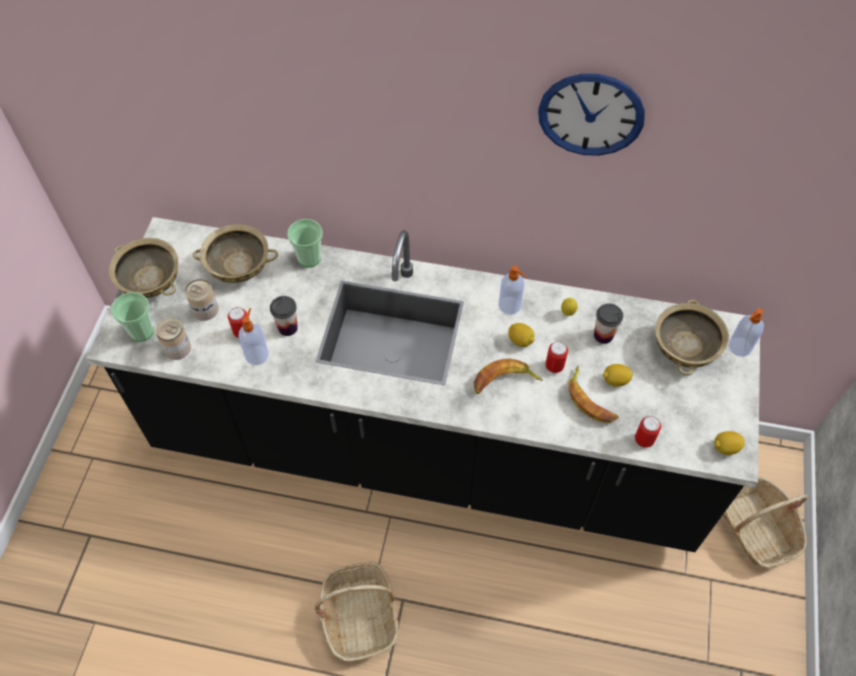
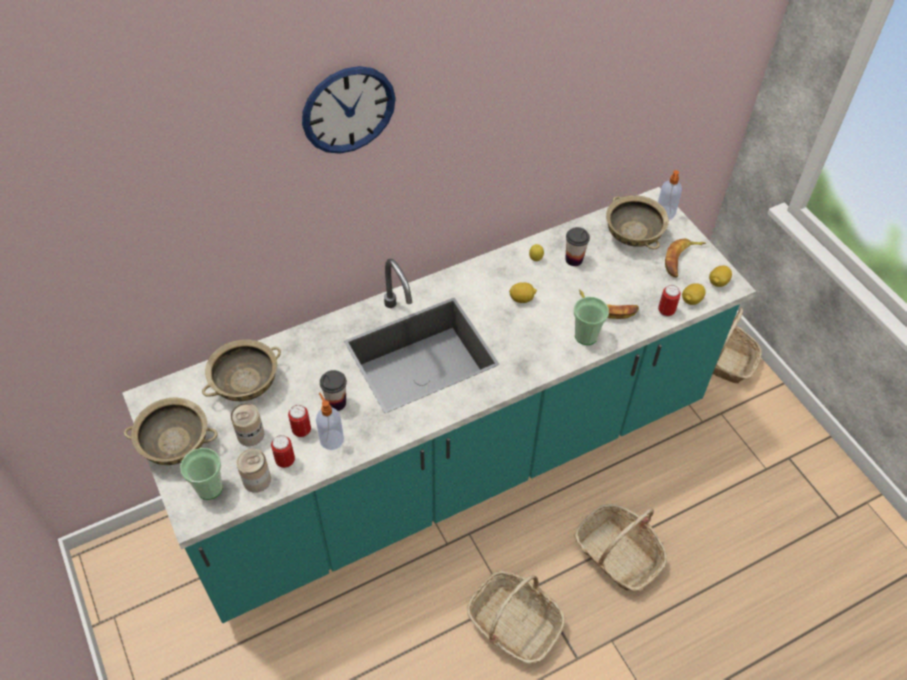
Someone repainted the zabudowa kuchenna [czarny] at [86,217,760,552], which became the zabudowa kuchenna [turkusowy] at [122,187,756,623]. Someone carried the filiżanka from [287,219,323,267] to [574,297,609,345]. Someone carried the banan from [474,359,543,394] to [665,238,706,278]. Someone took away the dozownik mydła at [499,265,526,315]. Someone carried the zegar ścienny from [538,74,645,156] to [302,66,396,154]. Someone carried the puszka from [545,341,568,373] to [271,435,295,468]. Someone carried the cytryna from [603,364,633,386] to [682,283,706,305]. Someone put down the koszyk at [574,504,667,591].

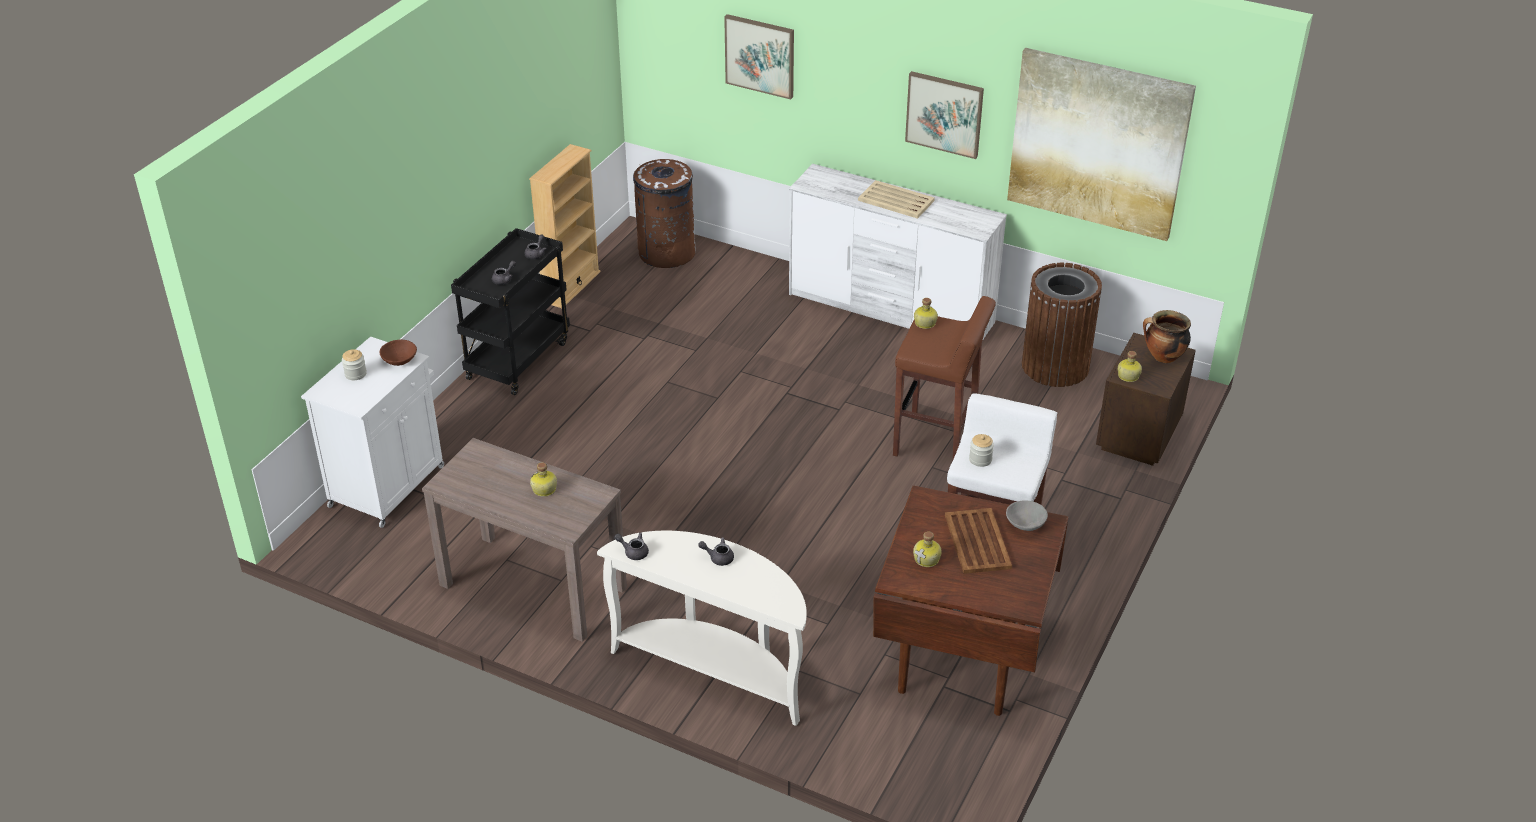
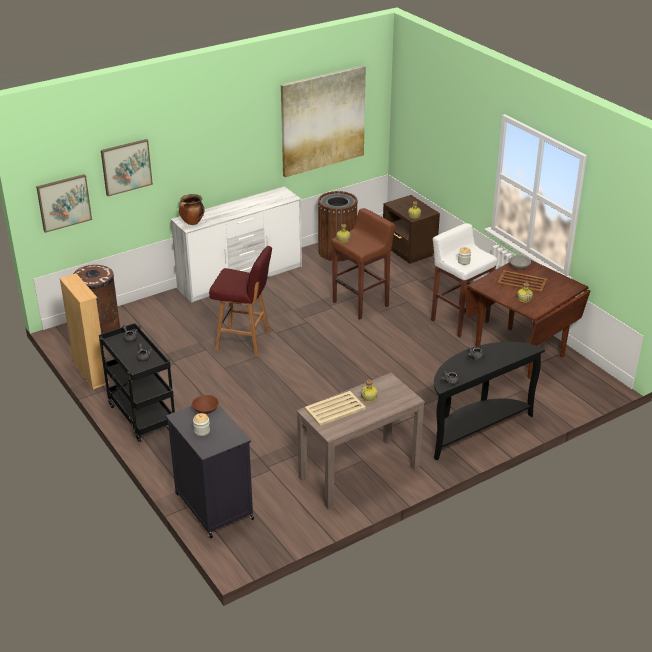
Someone repainted the szafka [biały] at [301,336,444,528], which became the szafka [czarny] at [166,405,254,538]. Someone repainted the stolik konsolowy [biały] at [597,531,807,726], which became the stolik konsolowy [czarny] at [434,342,545,460]. Someone carried the taca [beżowy] from [858,180,935,219] to [305,391,366,426]. Someone carried the obraz from [905,71,984,159] to [36,174,92,233]. Someone carried the garnek from [1143,310,1191,363] to [179,194,204,225]. Someone put down the stołek [czerwony] at [209,246,272,356].

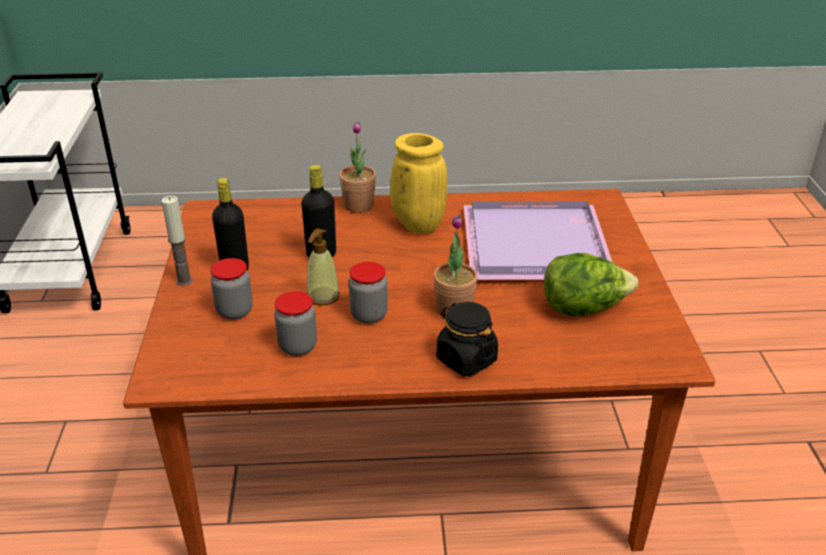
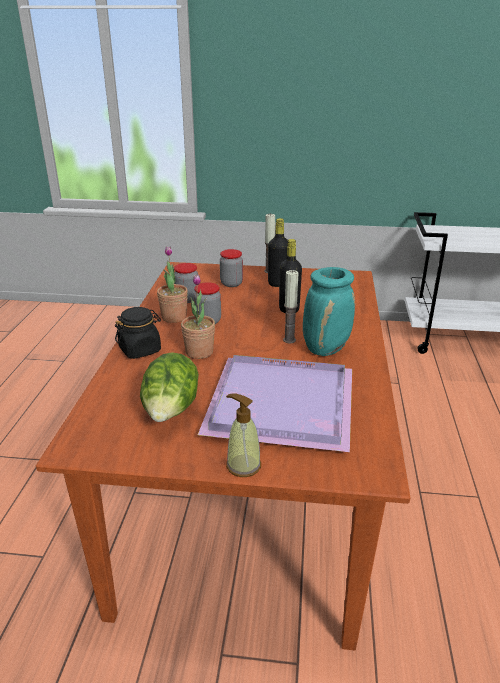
Someone carried the dozownik mydła from [307,228,340,306] to [226,394,261,477]. Someone carried the roślina doniczkowa from [339,122,376,213] to [157,246,188,323]. Someone repainted the wazon [żółty] at [390,133,447,234], which became the wazon [turkusowy] at [303,267,355,356]. Someone put down the świeca at [283,270,299,343].

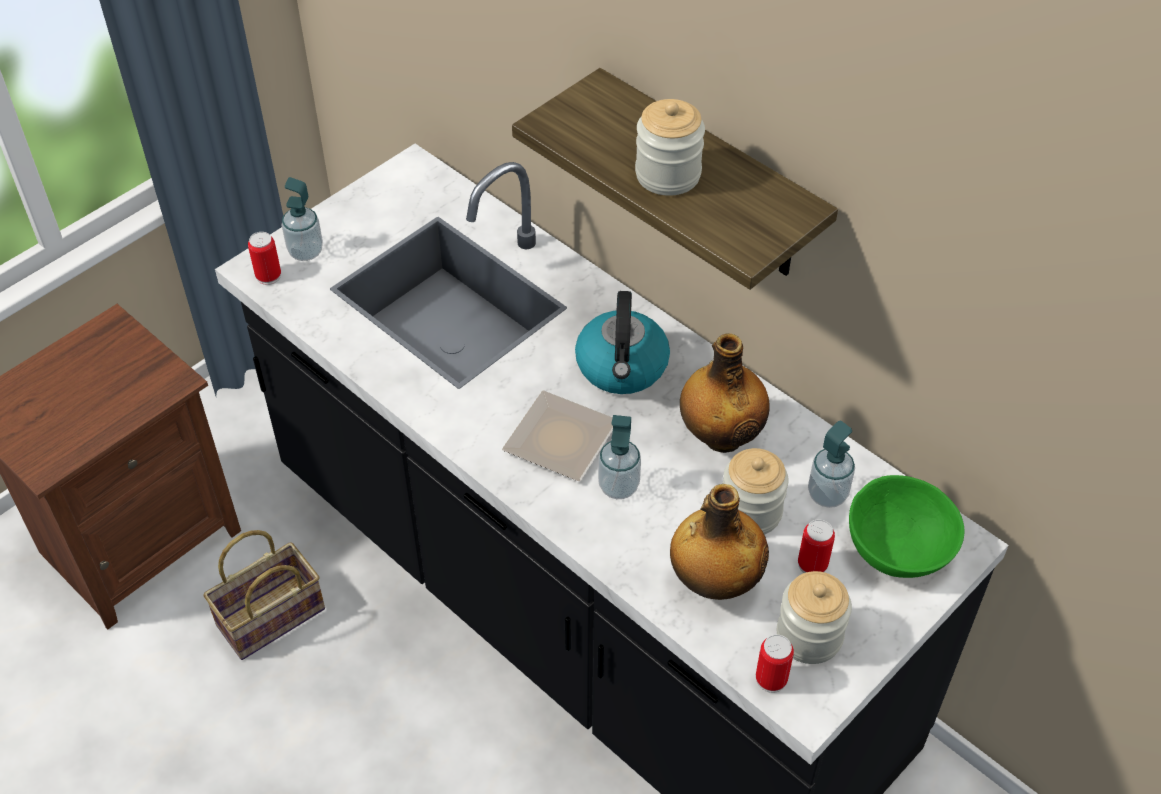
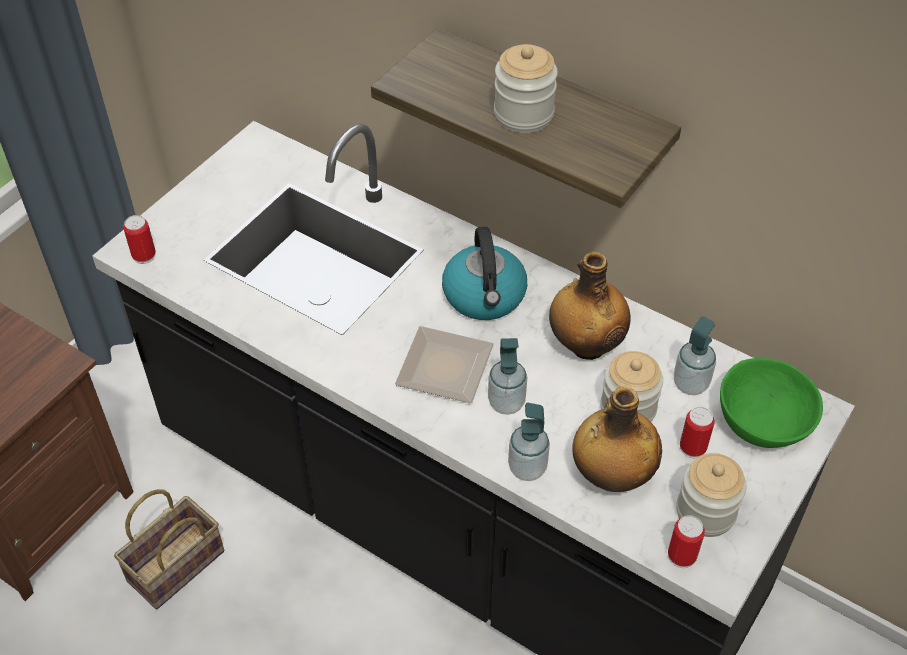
Someone carried the dozownik mydła from [282,177,323,261] to [508,403,550,481].

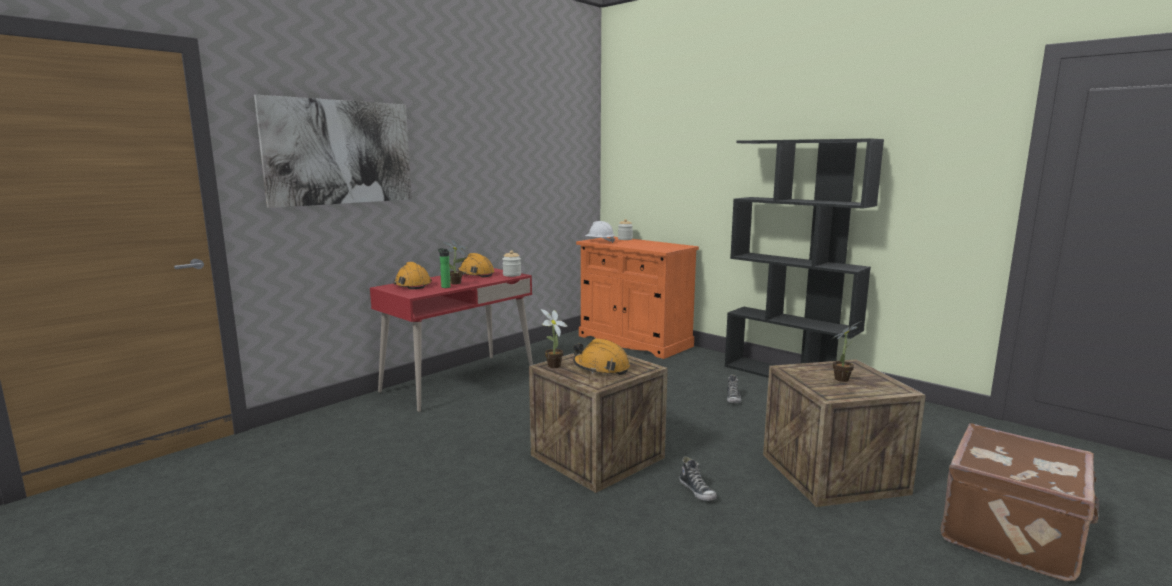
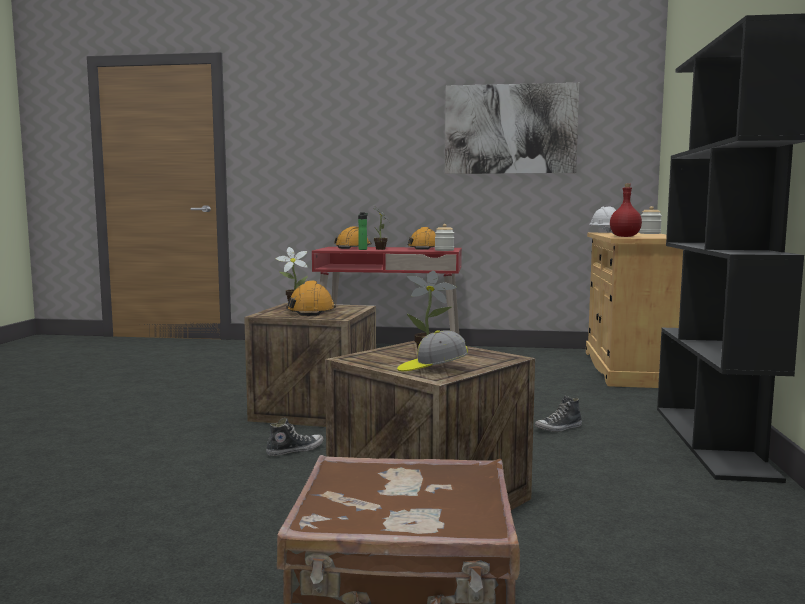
Someone carried the obraz from [254,95,412,208] to [445,83,579,174]. Someone repainted the szafka [pomarańczowy] at [576,237,699,359], which became the szafka [beżowy] at [586,233,683,388]. Someone rotated the but at [679,456,717,501] by 150 degrees counterclockwise. Someone put down the czapka z daszkiem at [397,330,468,371]. Someone put down the butelka [czerwony] at [610,184,642,237].

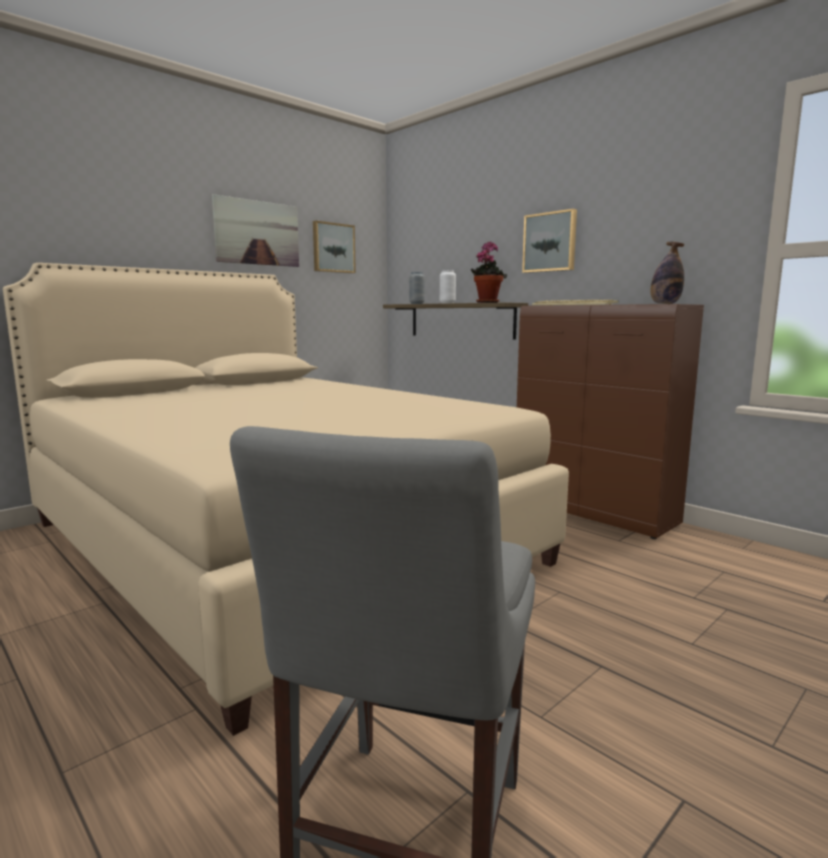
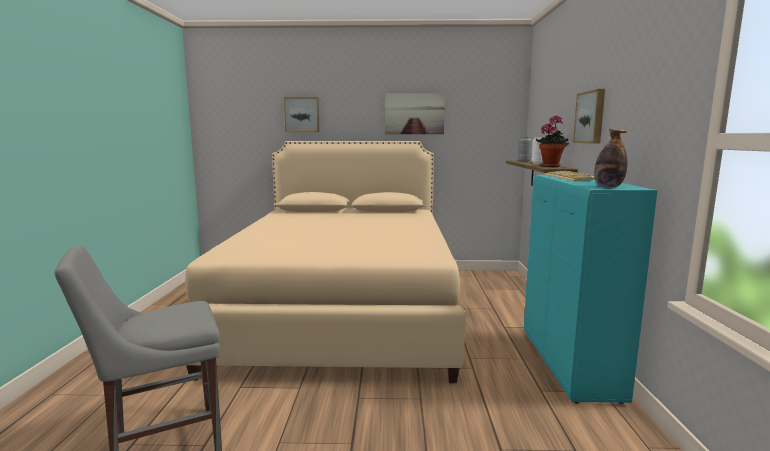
Someone carried the obraz from [313,221,356,273] to [284,97,319,132]. Someone repainted the szafka [brązowy] at [517,304,704,539], which became the szafka [turkusowy] at [524,175,658,404].

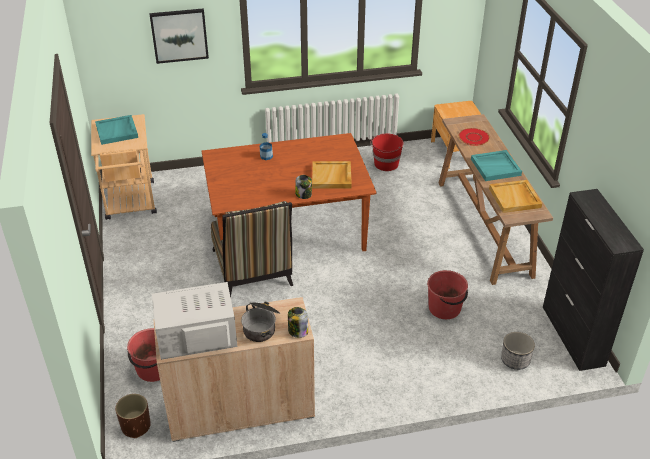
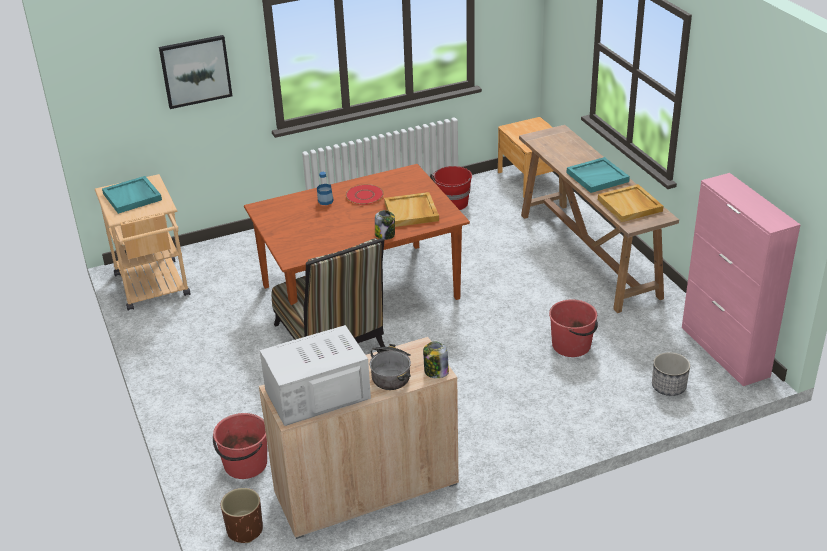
Someone carried the talerz [czerwony] from [458,128,490,146] to [345,184,384,205]. Someone repainted the szafka [czarny] at [543,189,644,371], which became the szafka [różowy] at [682,173,801,386].

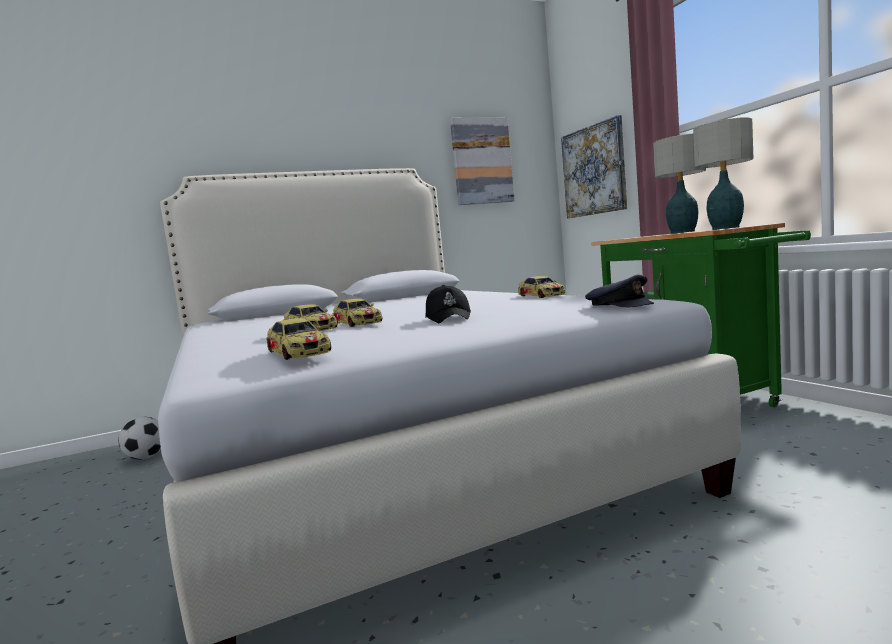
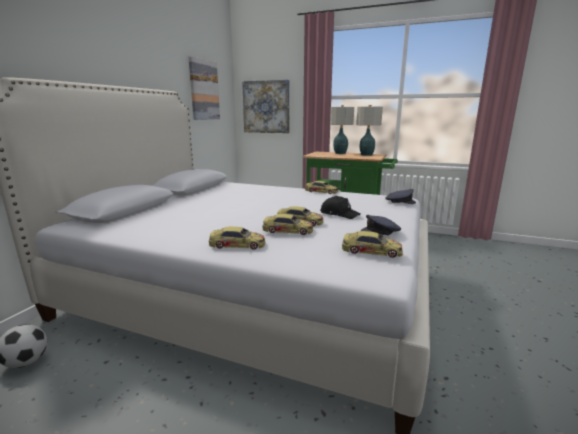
Someone put down the samochodzik at [209,227,266,250]. Someone put down the czapka z daszkiem [szary] at [361,215,401,235].

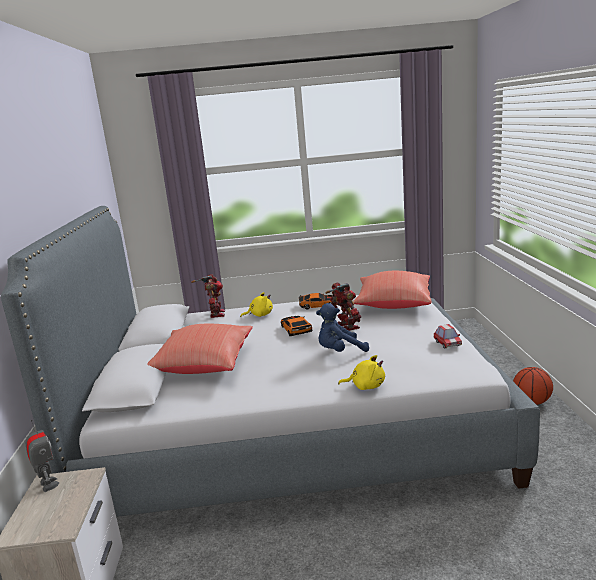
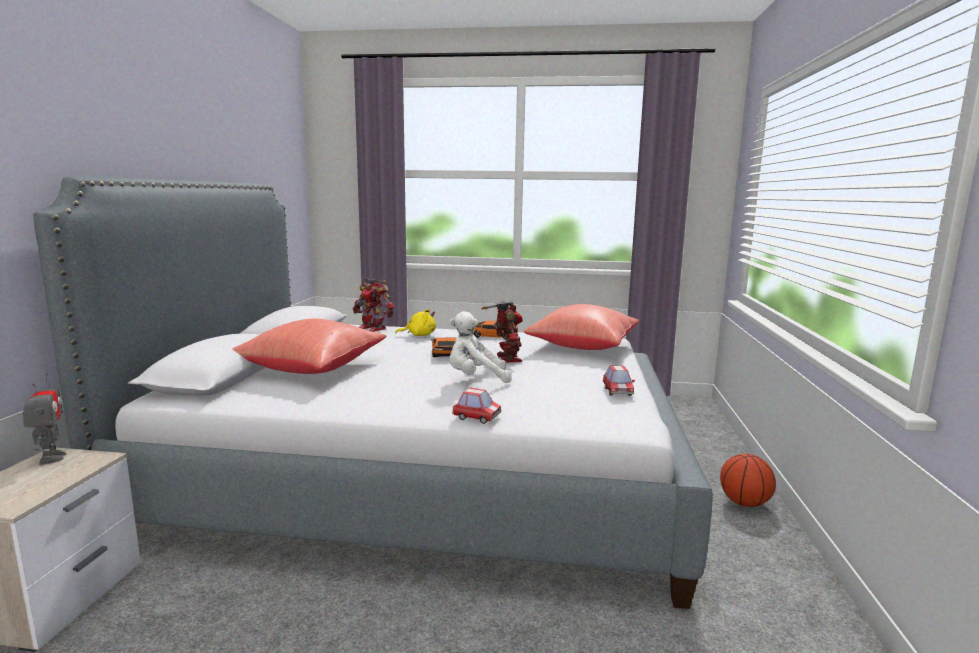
Someone rotated the robot zabawkowy at [191,274,225,318] by 120 degrees clockwise. Someone repainted the pluszak [niebieski] at [316,303,369,352], which became the pluszak [biały] at [449,311,512,383]. Someone swapped the pluszak [żółty] at [338,355,385,390] for the samochodzik at [452,388,501,424].

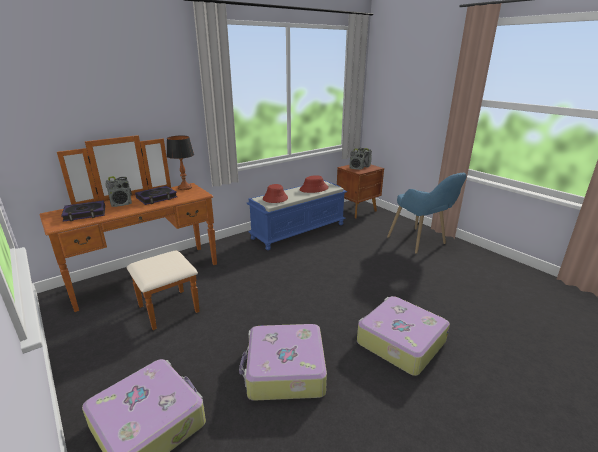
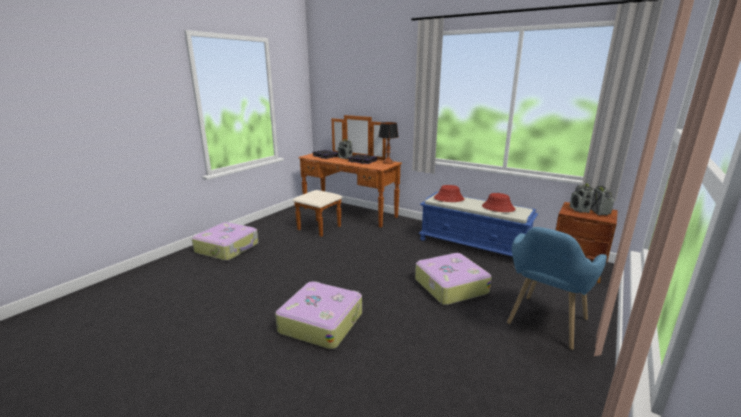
Someone carried the walizka from [239,324,327,401] to [415,253,492,305].

